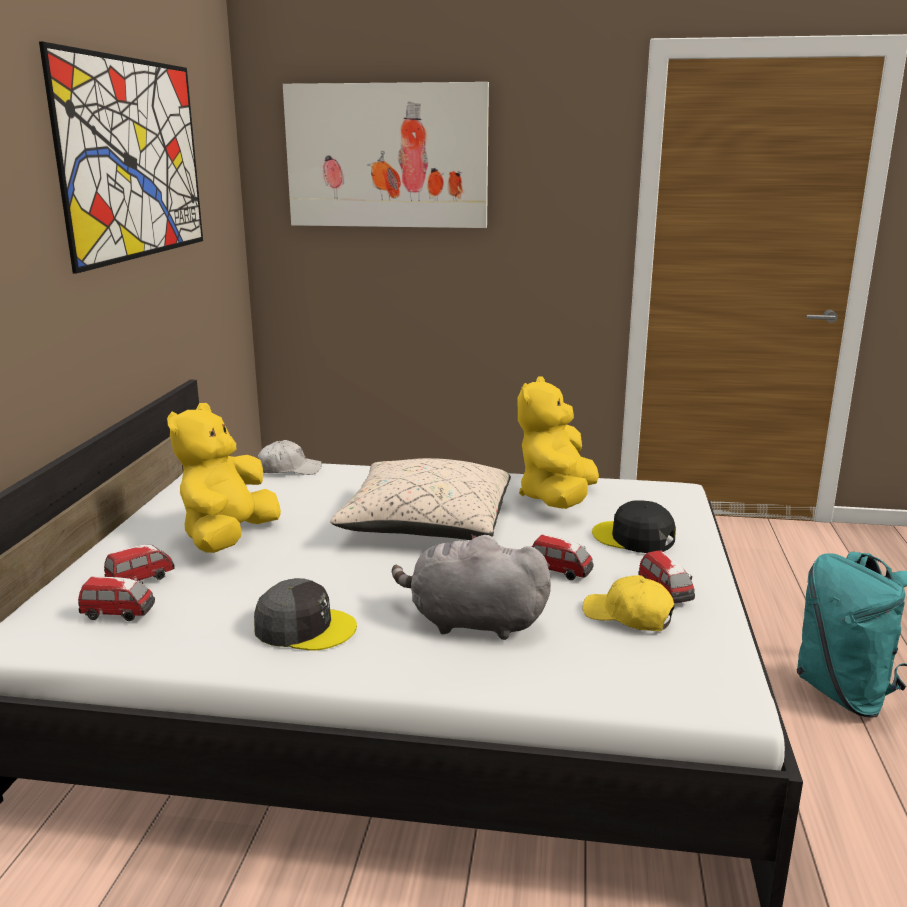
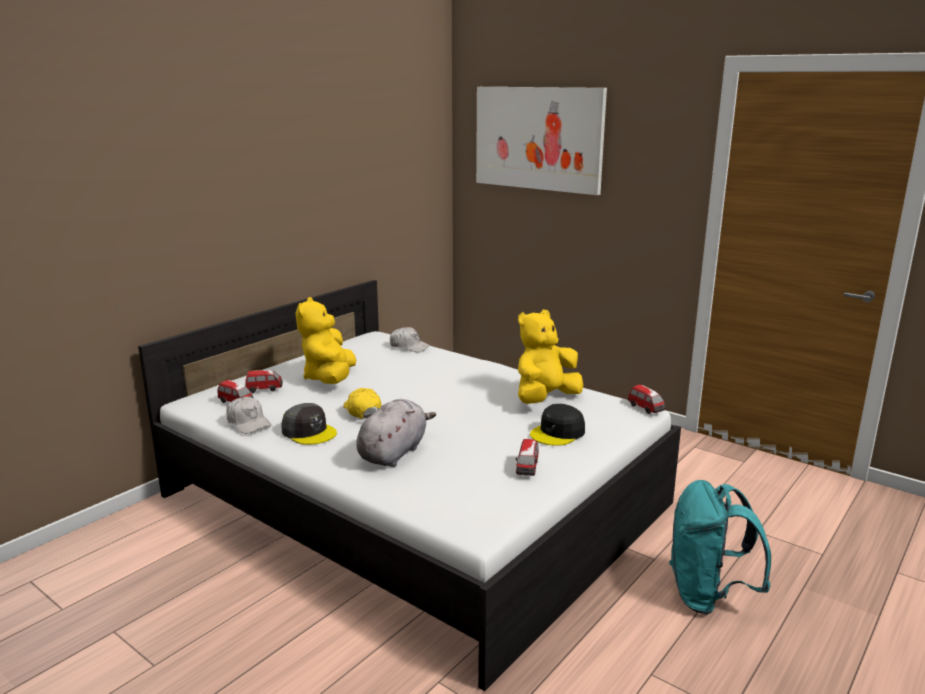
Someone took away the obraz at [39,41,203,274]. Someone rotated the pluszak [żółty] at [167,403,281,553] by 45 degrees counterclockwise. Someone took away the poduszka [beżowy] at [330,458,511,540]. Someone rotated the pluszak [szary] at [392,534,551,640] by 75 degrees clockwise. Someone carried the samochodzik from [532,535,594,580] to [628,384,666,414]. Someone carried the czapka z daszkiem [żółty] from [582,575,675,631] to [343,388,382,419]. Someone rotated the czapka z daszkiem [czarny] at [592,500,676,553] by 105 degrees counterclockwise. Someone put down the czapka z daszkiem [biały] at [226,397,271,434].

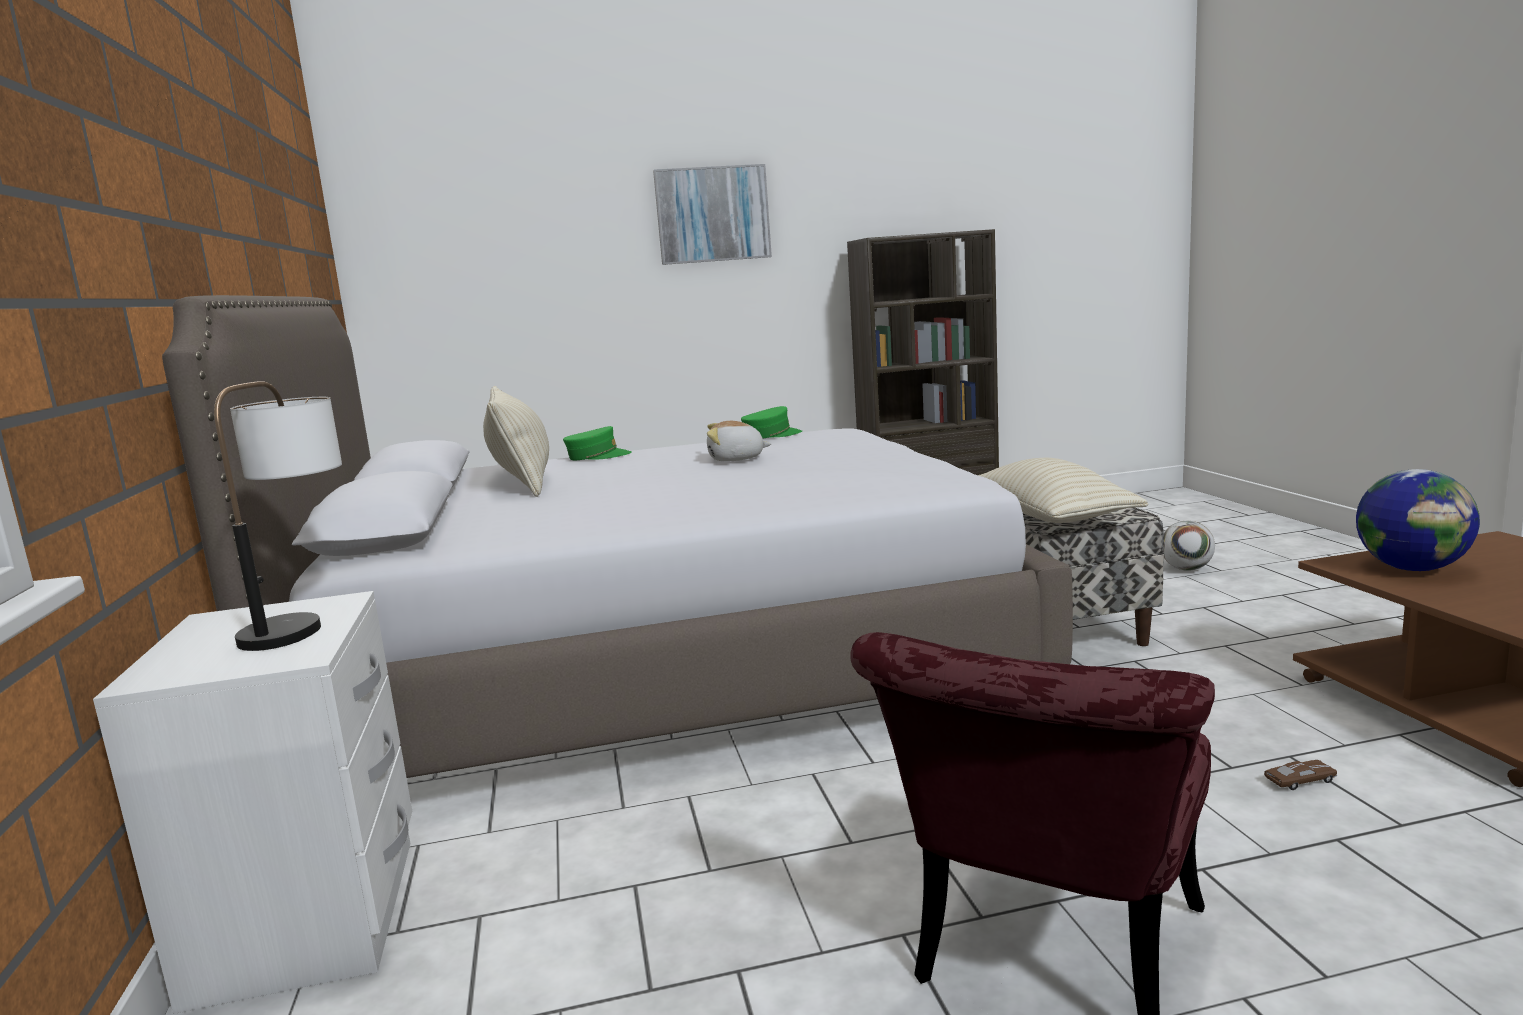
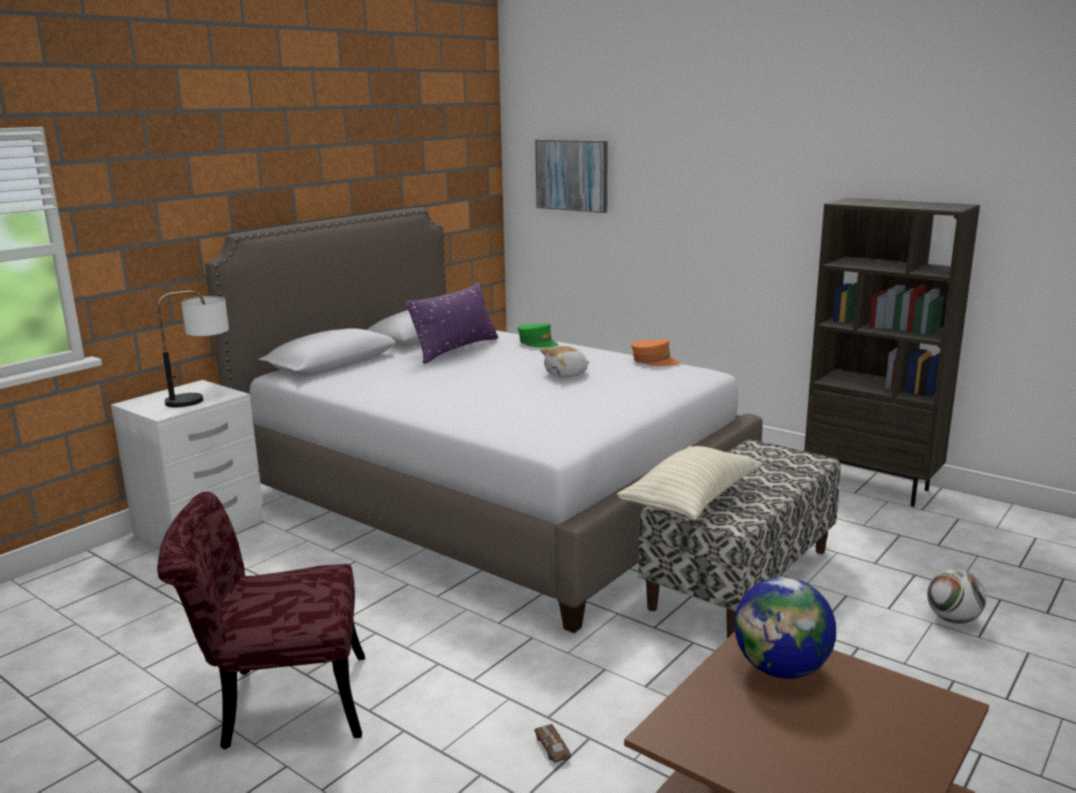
Someone repainted the poduszka [beżowy] at [483,386,549,497], which became the poduszka [fioletowy] at [406,282,498,364]. Someone carried the obraz from [653,164,772,265] to [535,140,608,213]. Someone rotated the pluszak at [707,421,771,461] by 75 degrees counterclockwise. Someone repainted the czapka z daszkiem [zielony] at [741,406,802,438], which became the czapka z daszkiem [pomarańczowy] at [631,339,680,366]. Someone rotated the samochodzik [brązowy] at [1264,760,1337,790] by 150 degrees counterclockwise.

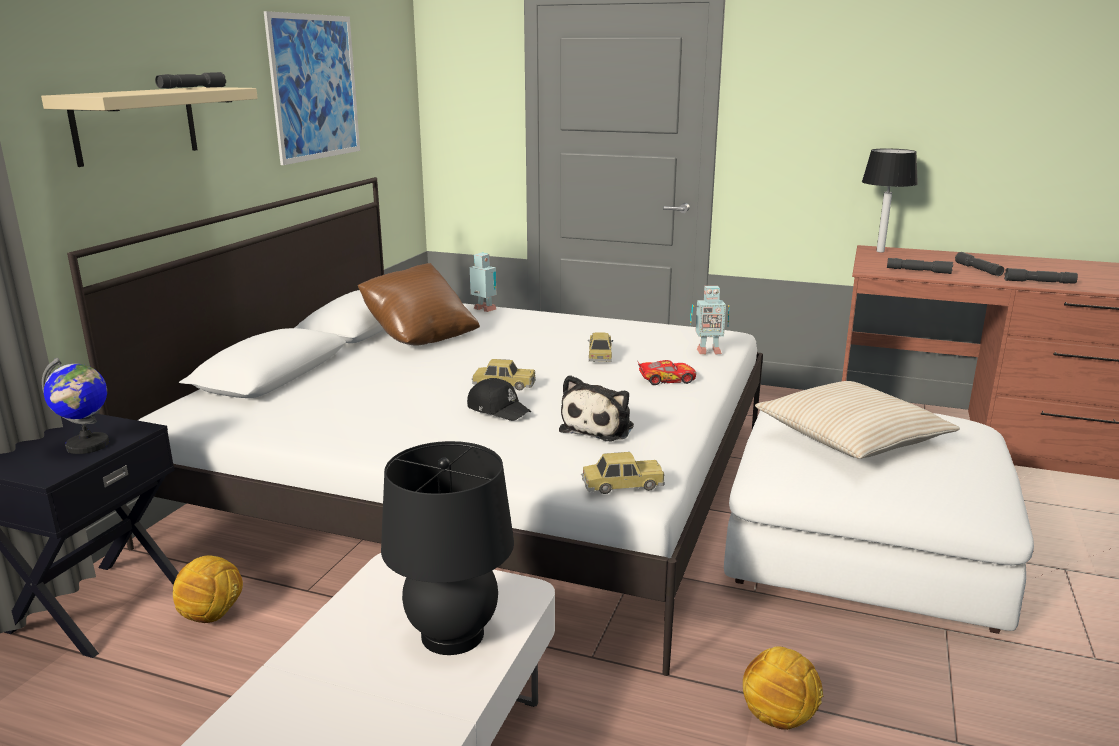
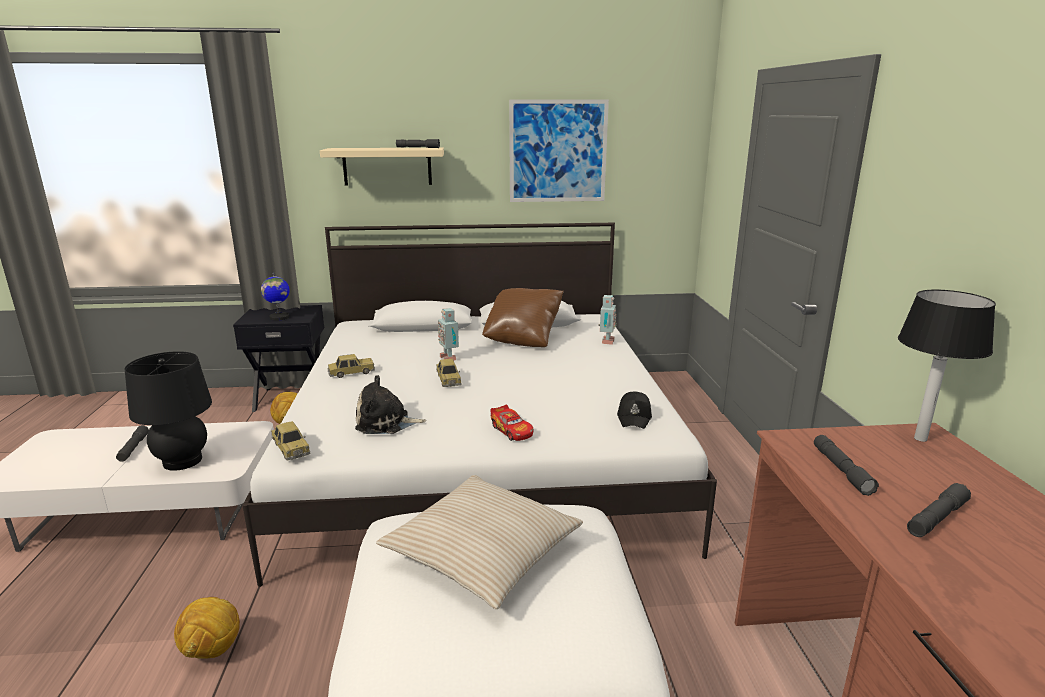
Someone carried the czapka z daszkiem [czarny] from [467,378,531,421] to [617,392,652,429]. Someone carried the samochodzik from [588,332,613,362] to [327,354,375,378]. Someone carried the robot zabawkowy from [690,286,730,355] to [438,308,459,361]. Someone carried the latarka [szary] from [1004,268,1078,284] to [116,425,149,462].

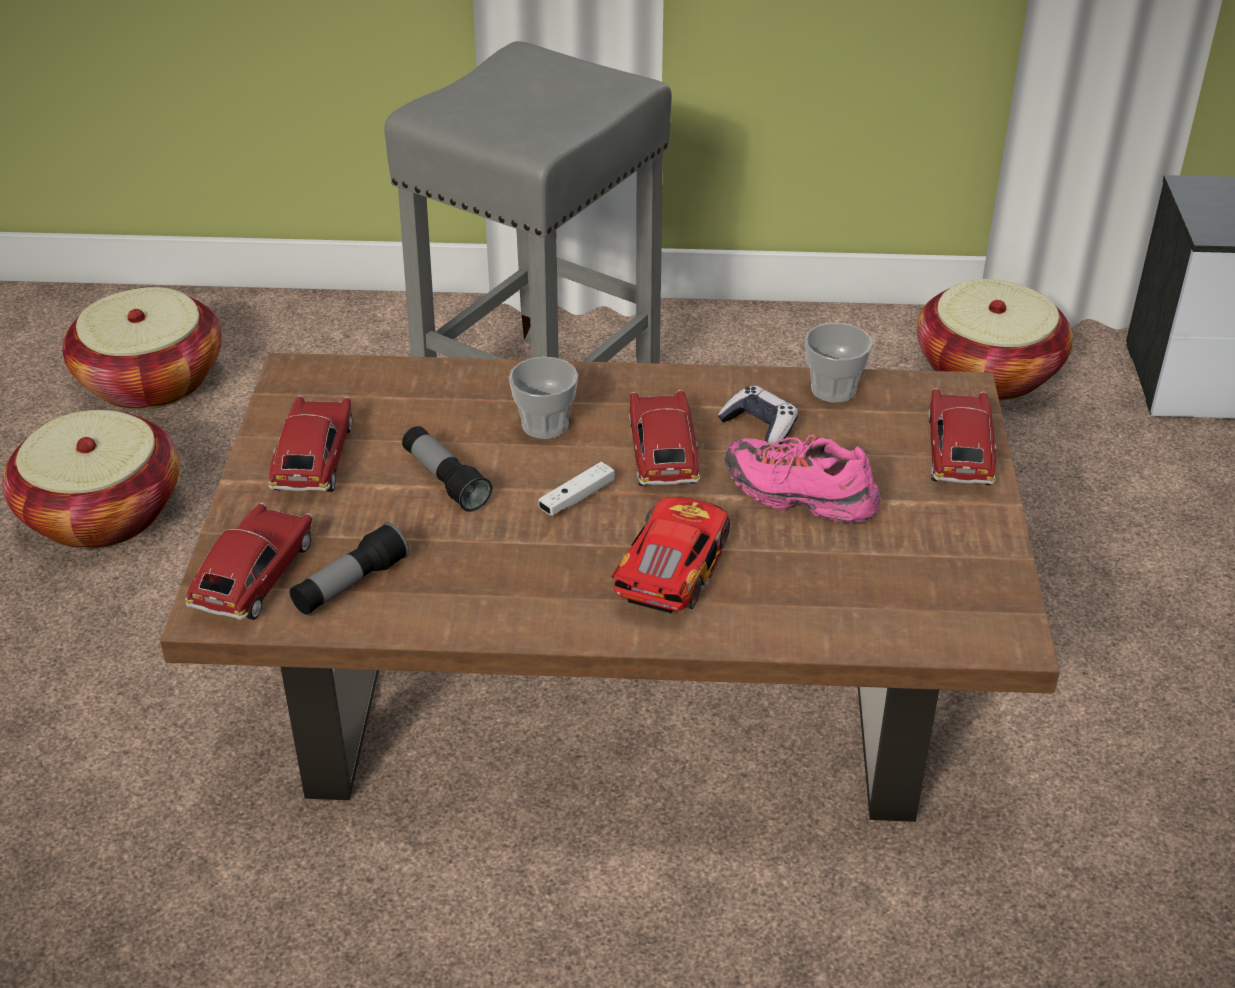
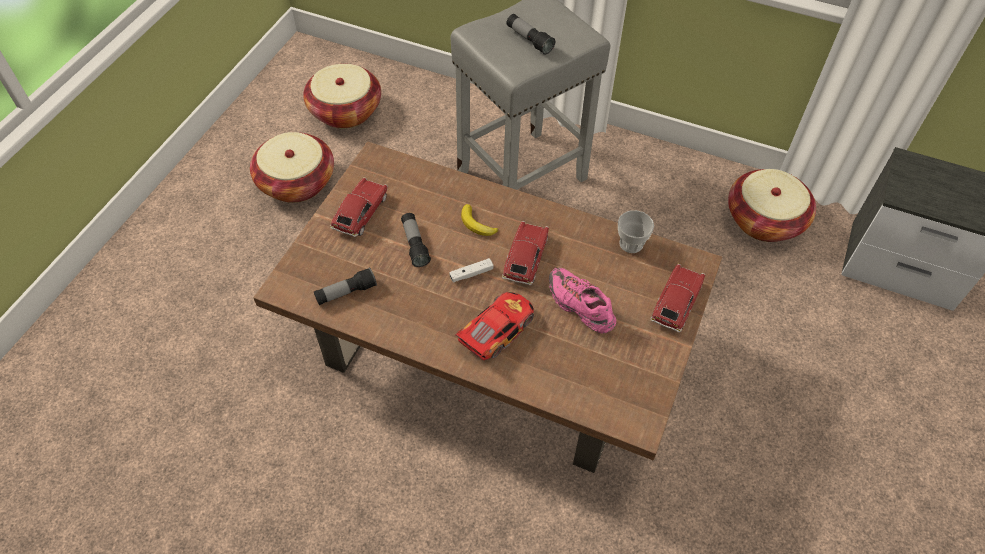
Someone took away the samochodzik at [185,503,313,620]. Someone swapped the filiżanka at [509,356,578,439] for the banan at [461,204,498,236]. Someone took away the pad do gier at [717,386,798,444]. Someone put down the latarka at [506,14,555,55].

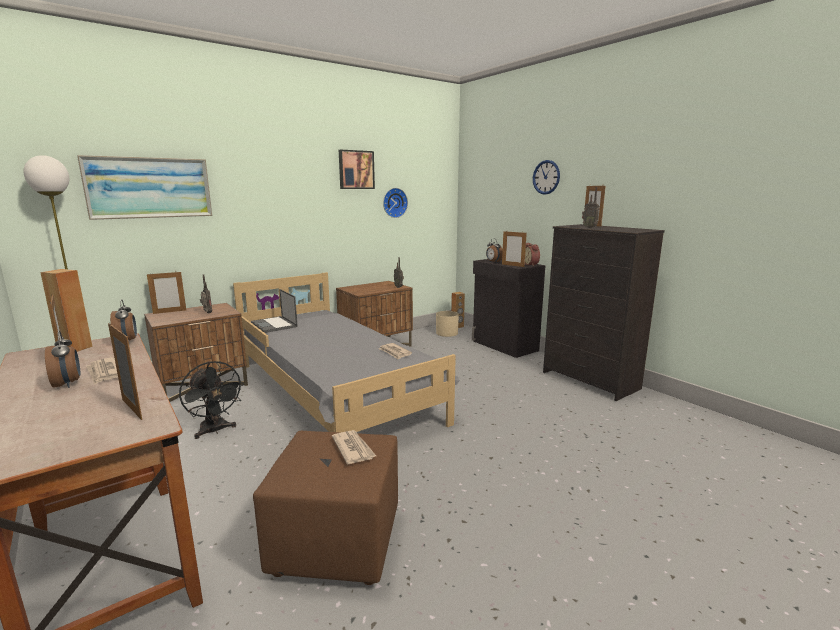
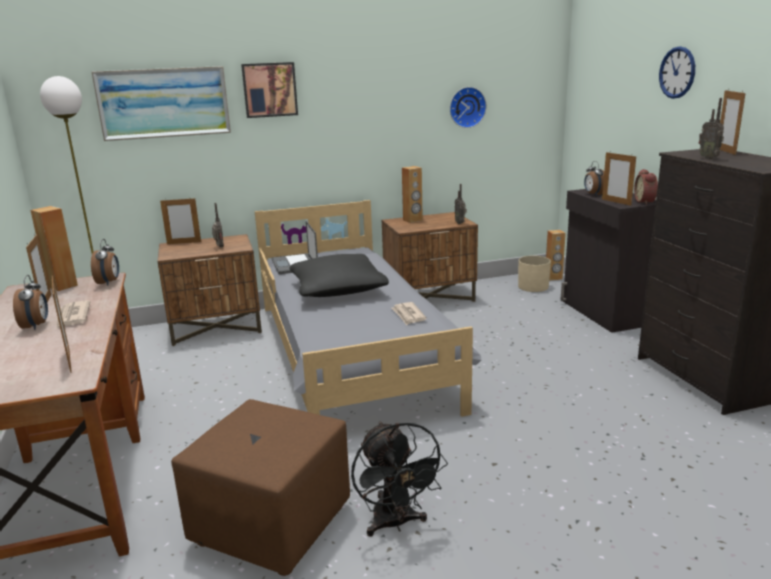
Someone carried the wentylator [czarny] from [179,361,244,439] to [351,421,448,537]. Someone took away the gazeta at [332,430,376,464]. Someone carried the obraz from [339,150,375,189] to [241,62,298,118]. Someone put down the poduszka [czarny] at [290,254,389,297]. Someone put down the głośnik [brązowy] at [402,166,423,223].

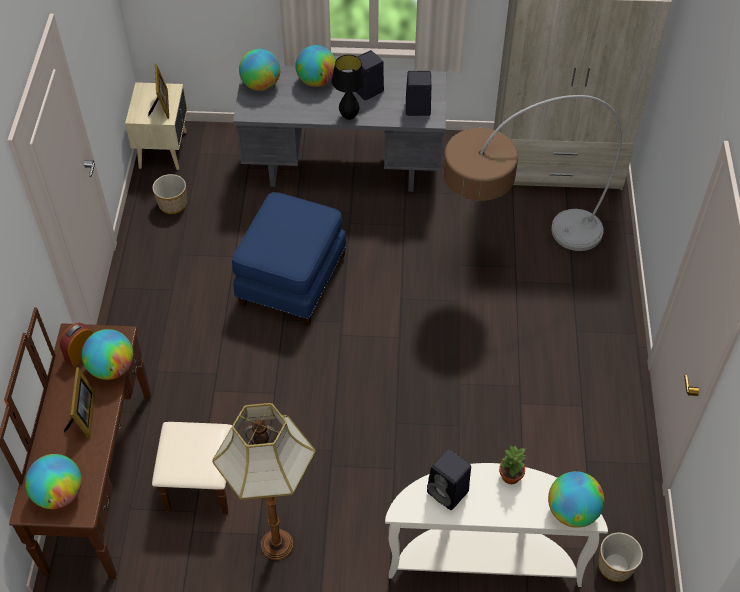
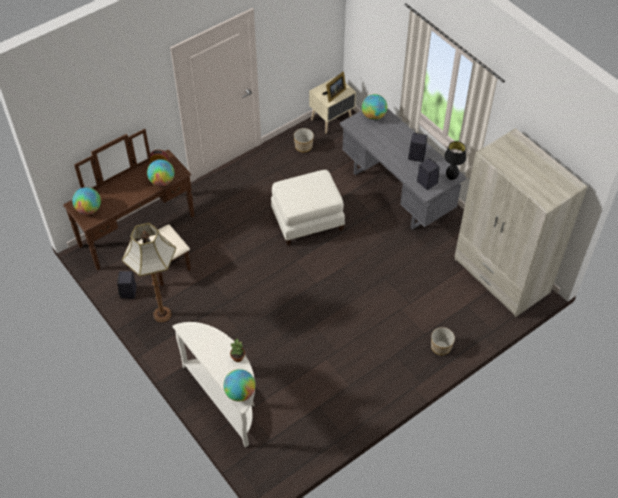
Someone took away the ramka na zdjęcie at [64,367,95,439]. Someone repainted the pufa [niebieski] at [232,192,347,326], which became the pufa [biały] at [271,170,345,245]. Someone took away the globus at [296,45,336,87]. Someone carried the lampa stołowa [czarny] from [331,55,366,120] to [444,141,466,180]. Someone carried the głośnik [czarny] from [427,449,471,510] to [117,271,137,299]. Someone took away the lampa stojąca at [443,95,622,251]. Someone carried the donica from [598,533,643,582] to [431,327,455,355].

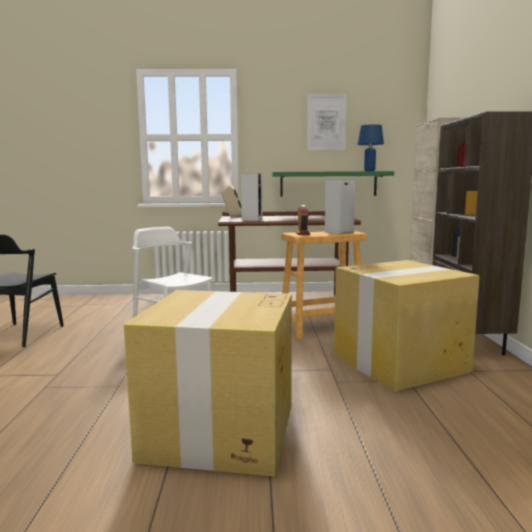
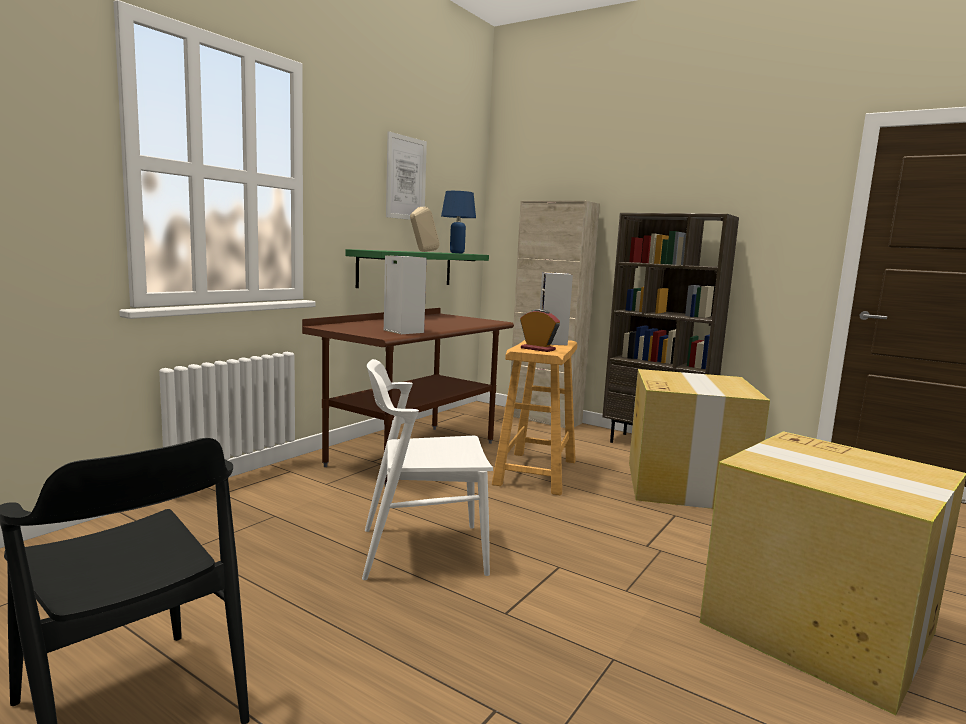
Someone carried the głośnik [beżowy] from [221,185,242,217] to [410,207,440,252].

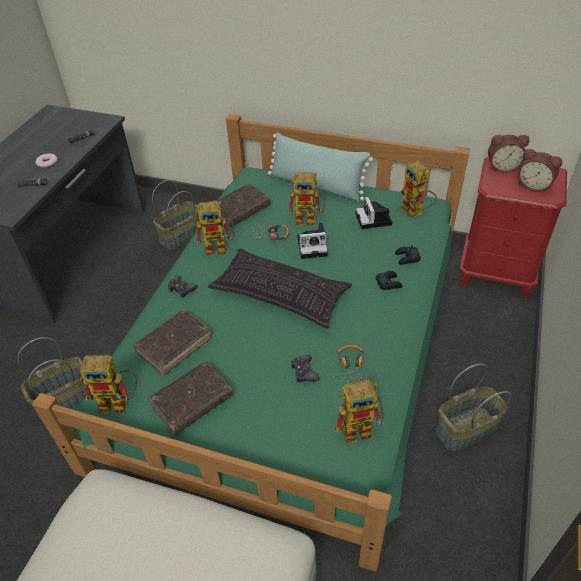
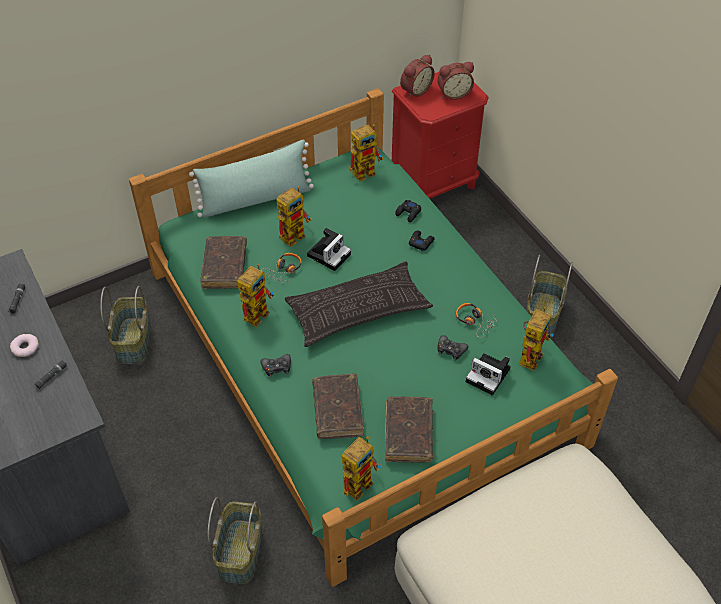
Someone carried the aparat fotograficzny from [356,197,392,229] to [466,353,511,396]. Someone rotated the robot zabawkowy at [400,160,437,218] by 45 degrees counterclockwise.

